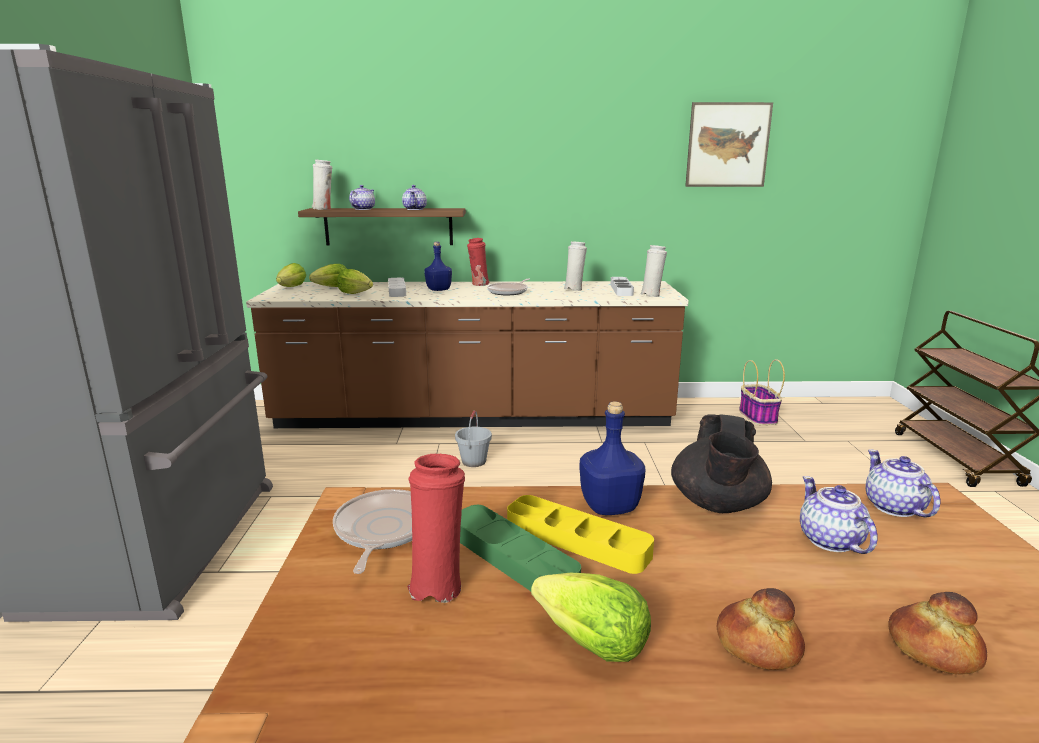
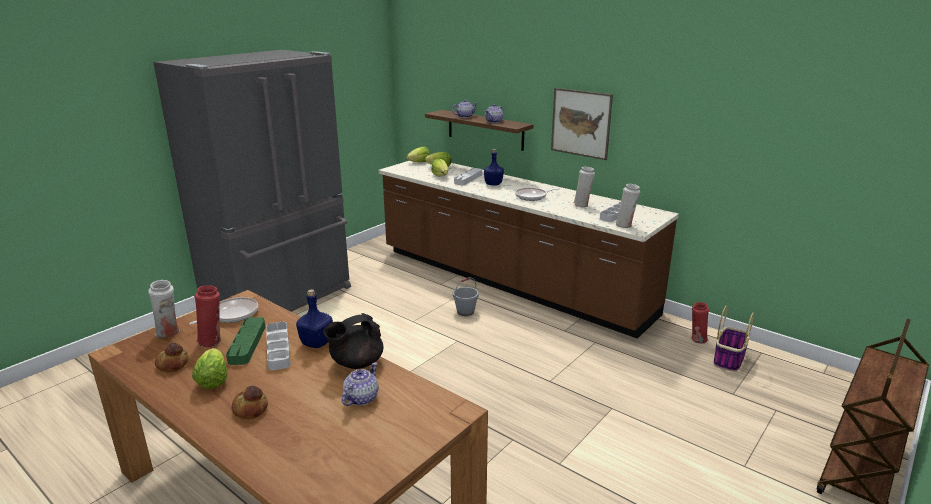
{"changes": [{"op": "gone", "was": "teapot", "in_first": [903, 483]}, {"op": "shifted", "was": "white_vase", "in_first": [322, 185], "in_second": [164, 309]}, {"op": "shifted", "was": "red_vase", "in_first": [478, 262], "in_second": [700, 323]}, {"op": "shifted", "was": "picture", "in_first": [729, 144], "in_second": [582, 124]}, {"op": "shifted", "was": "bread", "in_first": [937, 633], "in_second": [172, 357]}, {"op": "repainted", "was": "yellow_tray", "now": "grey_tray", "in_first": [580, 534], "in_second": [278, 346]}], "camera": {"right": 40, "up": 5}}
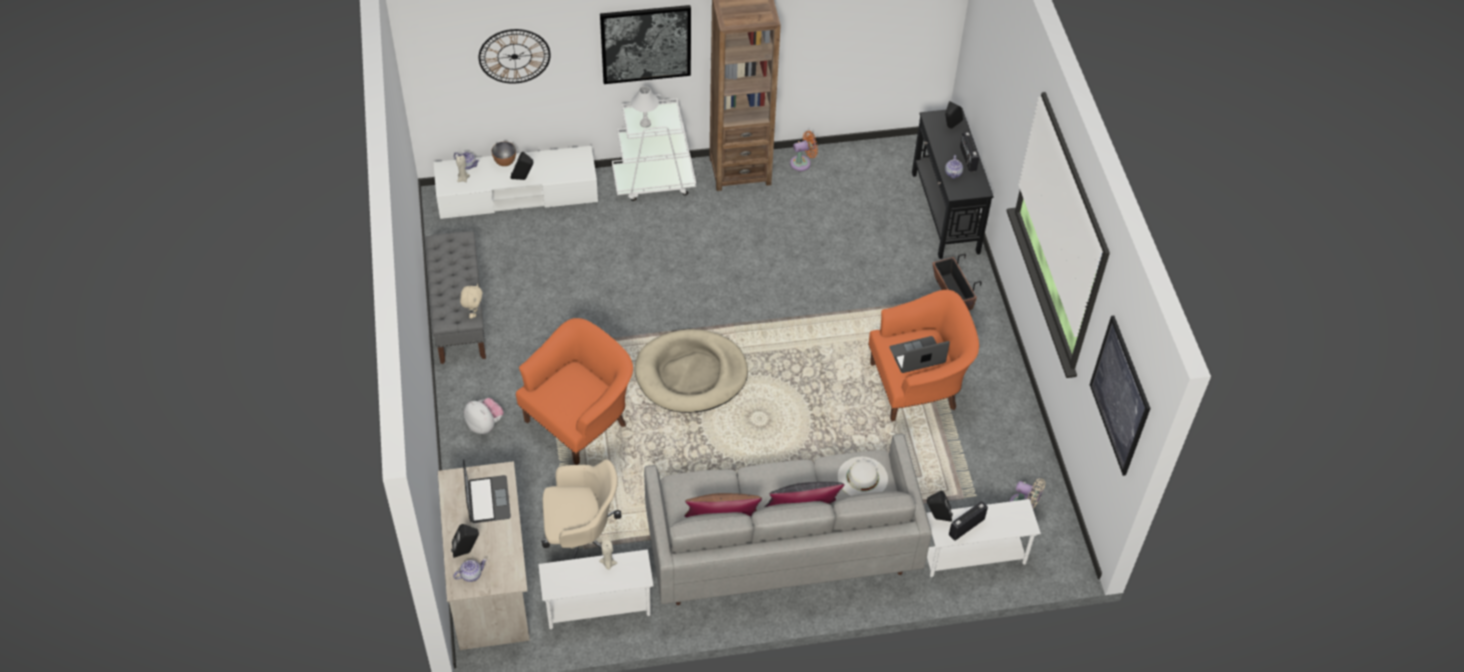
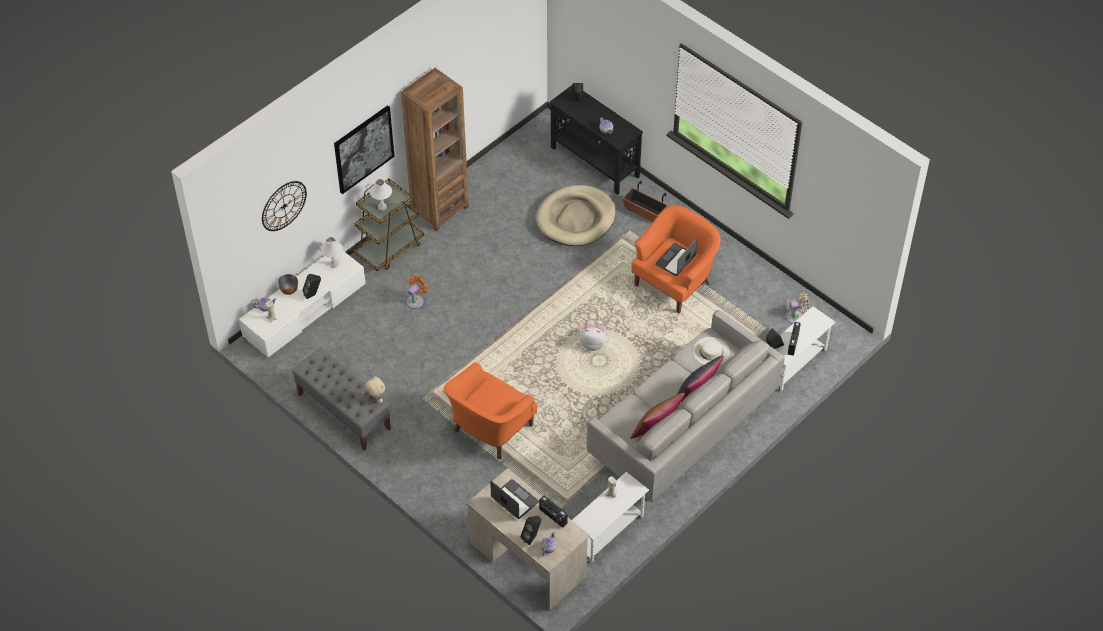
{"changes": [{"op": "gone", "was": "beige_office_chair", "in_first": [581, 509]}, {"op": "gone", "was": "picture", "in_first": [1120, 395]}, {"op": "new", "now": "white_table_lamp", "in_second": [332, 252]}, {"op": "shifted", "was": "plush_toy", "in_first": [484, 416], "in_second": [592, 337]}, {"op": "shifted", "was": "beige_dog_bed", "in_first": [691, 371], "in_second": [576, 215]}, {"op": "shifted", "was": "orange_fan", "in_first": [804, 151], "in_second": [417, 291]}, {"op": "shifted", "was": "radio", "in_first": [969, 152], "in_second": [553, 512]}, {"op": "repainted", "was": "white_cart", "now": "brown_cart", "in_first": [654, 148], "in_second": [388, 225]}, {"op": "rotated", "was": "orange_armchair", "in_first": [574, 391], "in_second": [490, 410], "clockwise": -150}], "camera": {"right": -35, "up": 0}}
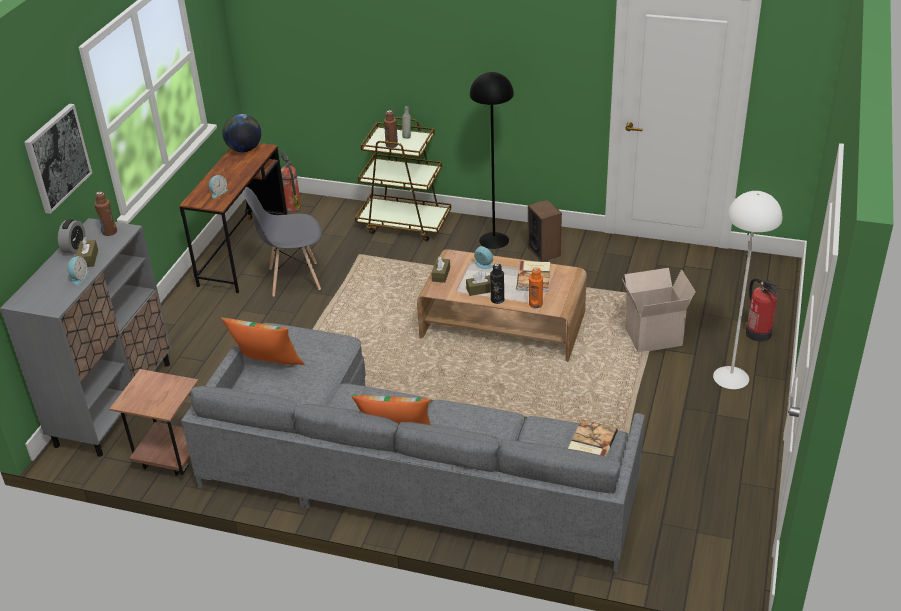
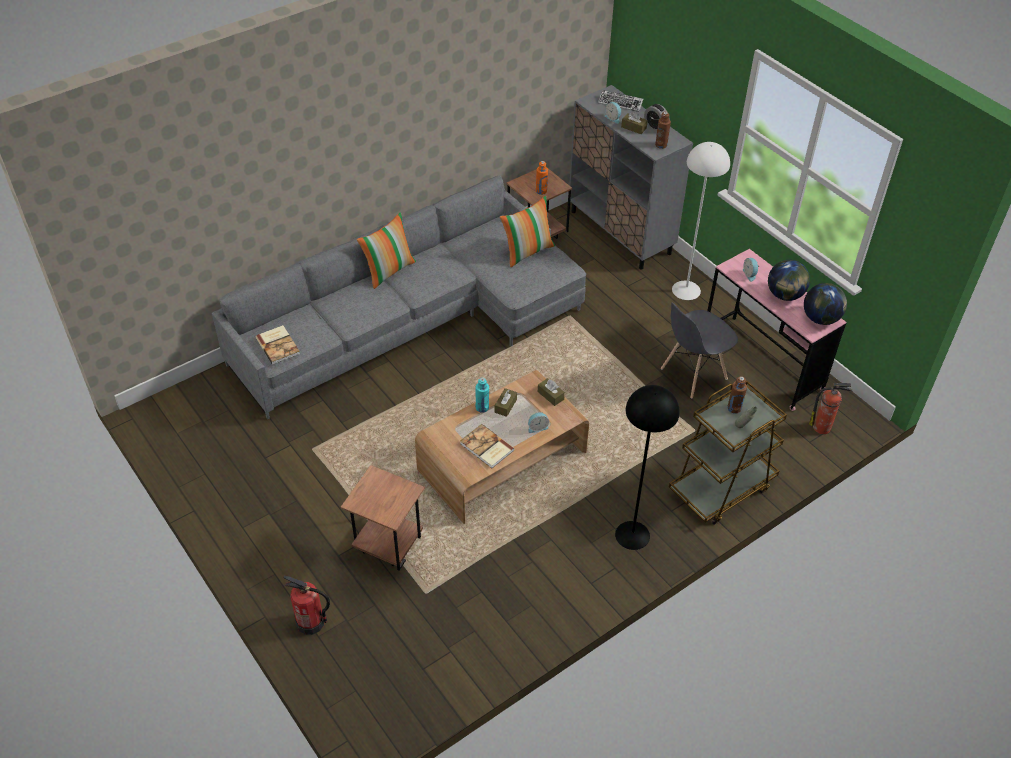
{"changes": [{"op": "gone", "was": "picture", "in_first": [58, 159]}, {"op": "gone", "was": "speaker", "in_first": [545, 230]}, {"op": "new", "now": "keyboard", "in_second": [620, 101]}, {"op": "new", "now": "globe", "in_second": [789, 280]}, {"op": "shifted", "was": "orange_bottle", "in_first": [536, 287], "in_second": [542, 178]}, {"op": "shifted", "was": "white_floor_lamp", "in_first": [747, 290], "in_second": [701, 221]}, {"op": "swapped", "was": "cardboard_box", "now": "brown_side_table", "in_first": [659, 310], "in_second": [383, 518]}, {"op": "repainted", "was": "brown_desk", "now": "pink_desk", "in_first": [233, 218], "in_second": [776, 330]}, {"op": "repainted", "was": "black_bottle", "now": "turquoise_bottle", "in_first": [497, 283], "in_second": [482, 395]}, {"op": "rotated", "was": "grey_chair", "in_first": [283, 242], "in_second": [699, 351], "clockwise": -150}], "camera": {"right": 125, "up": 10}}
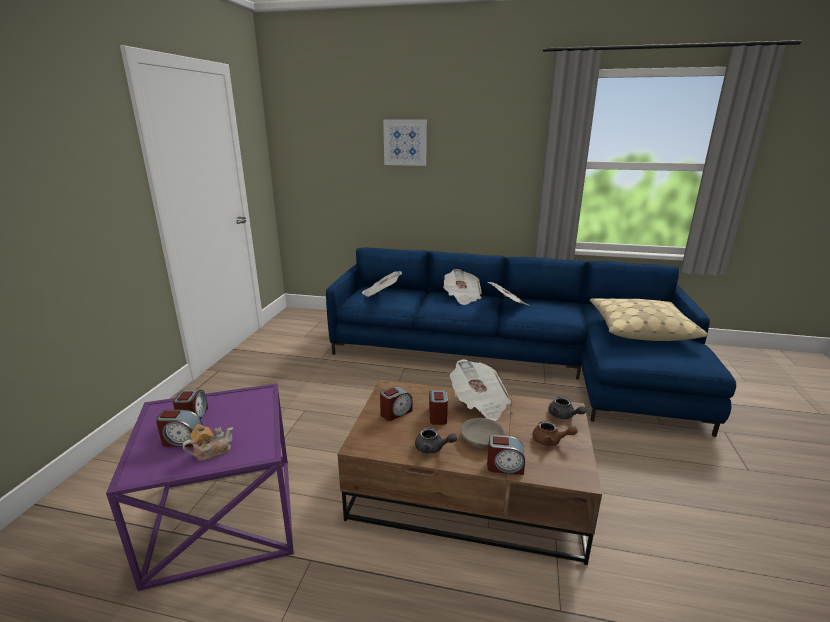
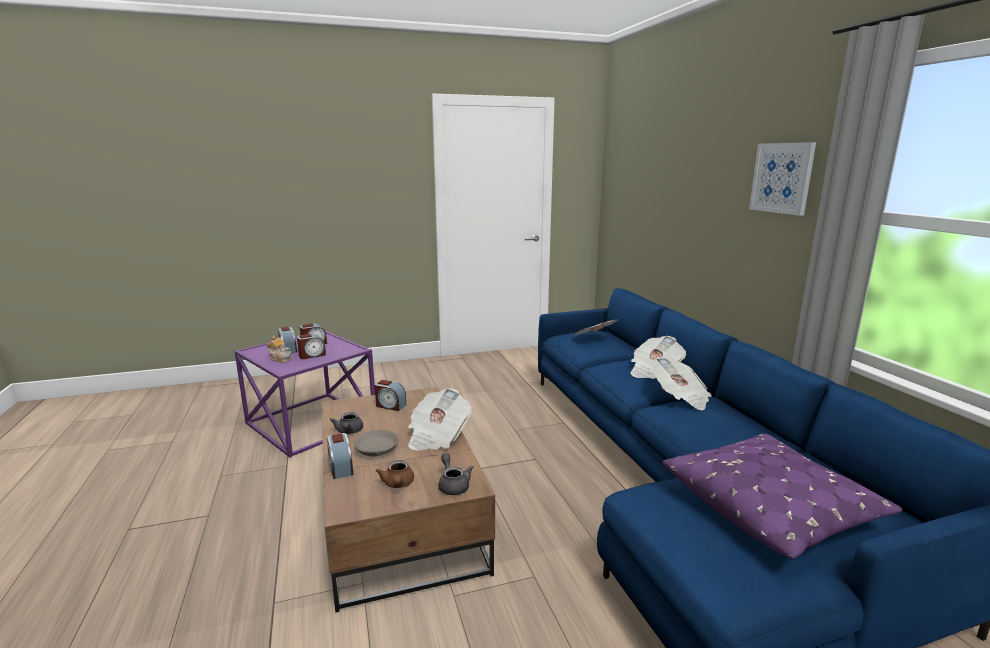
{"changes": [{"op": "shifted", "was": "picture", "in_first": [405, 142], "in_second": [782, 179]}, {"op": "shifted", "was": "alarm_clock", "in_first": [438, 407], "in_second": [311, 346]}, {"op": "repainted", "was": "beige_pillow", "now": "purple_pillow", "in_first": [649, 319], "in_second": [782, 496]}, {"op": "rotated", "was": "grey_teapot", "in_first": [567, 407], "in_second": [455, 474], "clockwise": 135}], "camera": {"right": 60, "up": -5}}
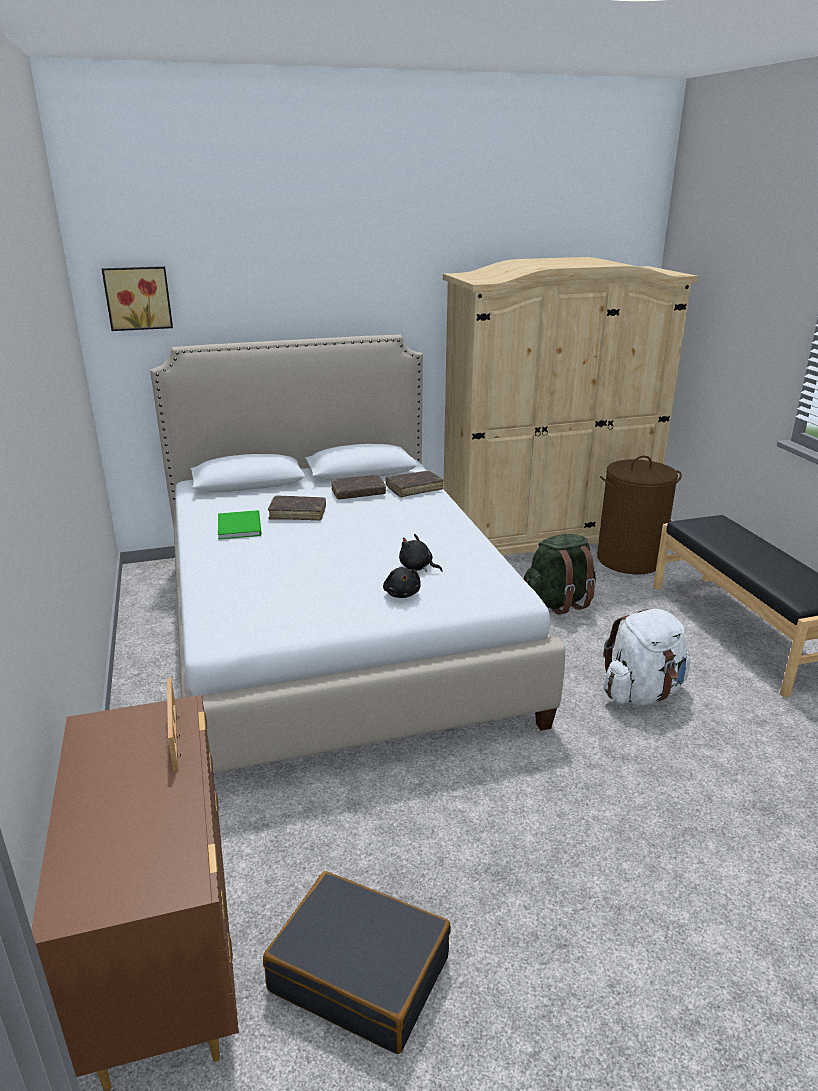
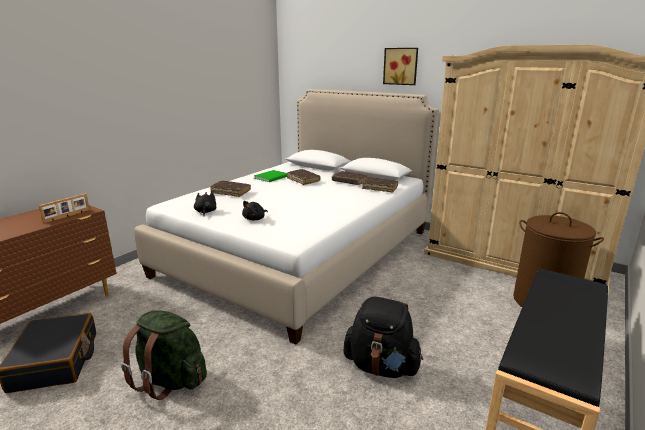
{"changes": [{"op": "new", "now": "brown_book", "in_second": [230, 189]}, {"op": "shifted", "was": "picture", "in_first": [137, 298], "in_second": [400, 66]}, {"op": "shifted", "was": "black_plush_toy", "in_first": [421, 553], "in_second": [205, 204]}, {"op": "shifted", "was": "green_backpack", "in_first": [560, 574], "in_second": [164, 355]}, {"op": "repainted", "was": "white_backpack", "now": "black_backpack", "in_first": [647, 657], "in_second": [383, 337]}], "camera": {"right": 50, "up": -5}}
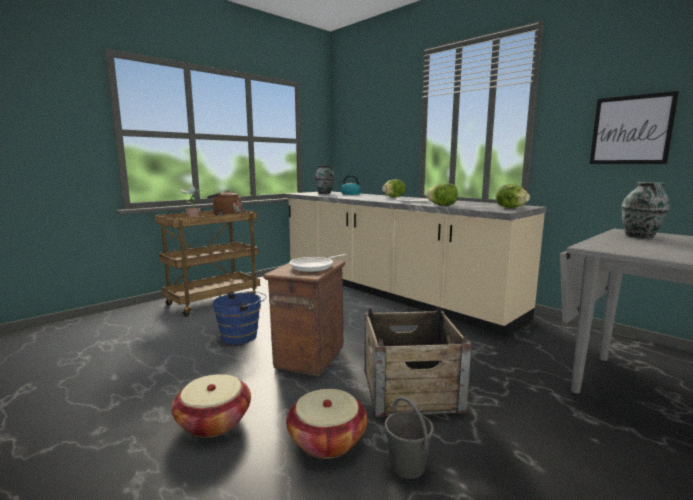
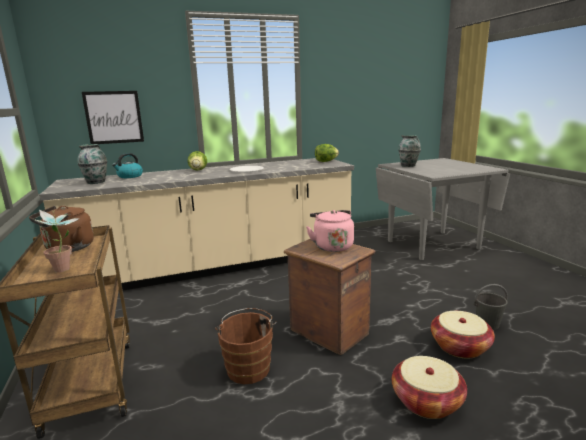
{"changes": [{"op": "gone", "was": "crate", "in_first": [417, 362]}, {"op": "gone", "was": "lettuce", "in_first": [442, 194]}, {"op": "shifted", "was": "picture", "in_first": [634, 127], "in_second": [113, 117]}, {"op": "swapped", "was": "frying_pan", "now": "pink_kettle", "in_first": [318, 263], "in_second": [330, 231]}, {"op": "repainted", "was": "blue_bucket", "now": "brown_bucket", "in_first": [239, 317], "in_second": [245, 346]}], "camera": {"right": -65, "up": 5}}
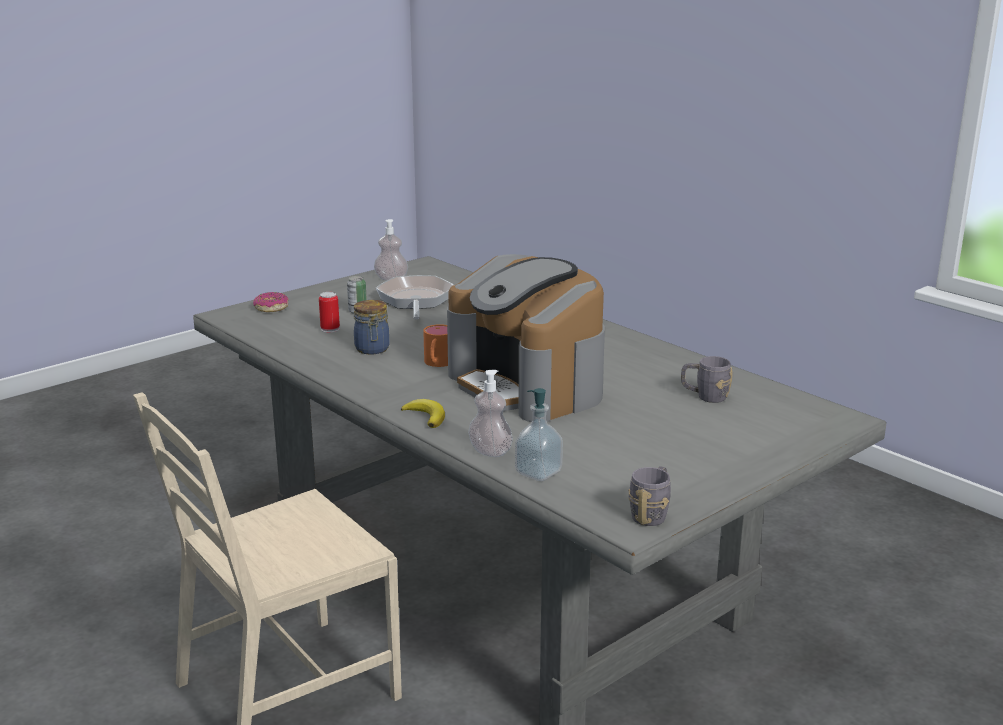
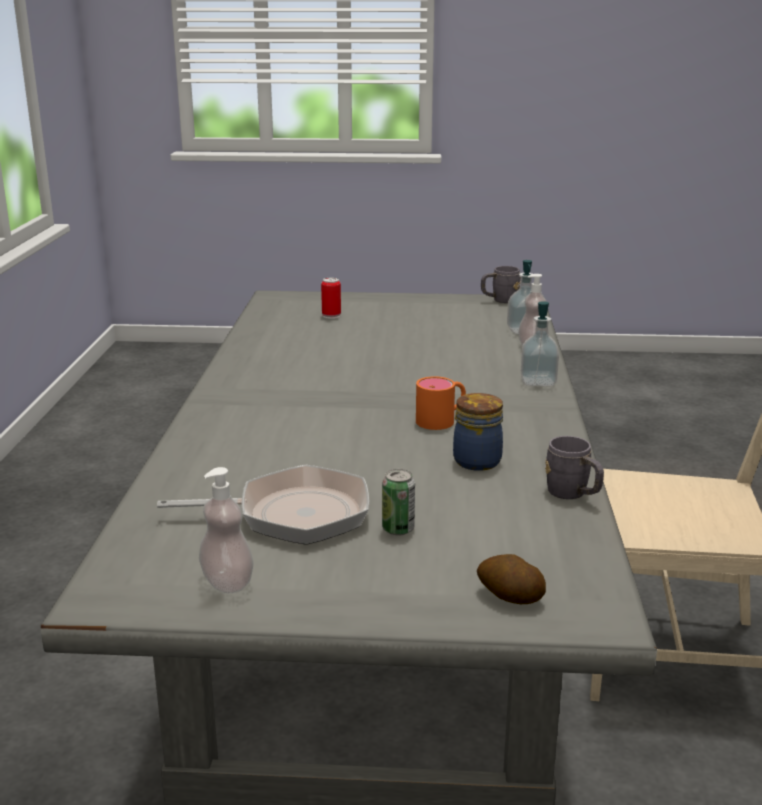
{"changes": [{"op": "gone", "was": "coffee_machine", "in_first": [526, 338]}, {"op": "shifted", "was": "can", "in_first": [329, 312], "in_second": [331, 298]}, {"op": "shifted", "was": "grey_mug", "in_first": [707, 379], "in_second": [574, 467]}, {"op": "swapped", "was": "donut", "now": "potato", "in_first": [271, 302], "in_second": [511, 579]}, {"op": "swapped", "was": "banana", "now": "soap_dispenser", "in_first": [423, 413], "in_second": [540, 343]}, {"op": "rotated", "was": "frying_pan", "in_first": [415, 297], "in_second": [263, 504], "clockwise": -135}], "camera": {"right": -135, "up": 0}}
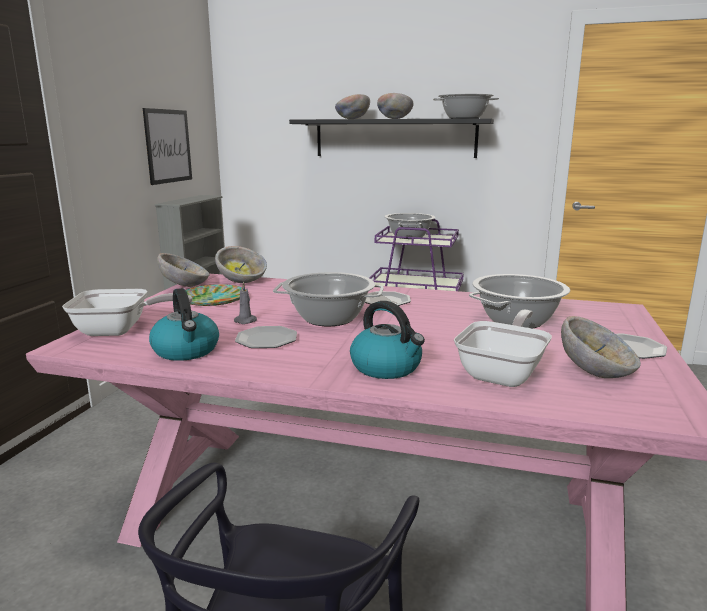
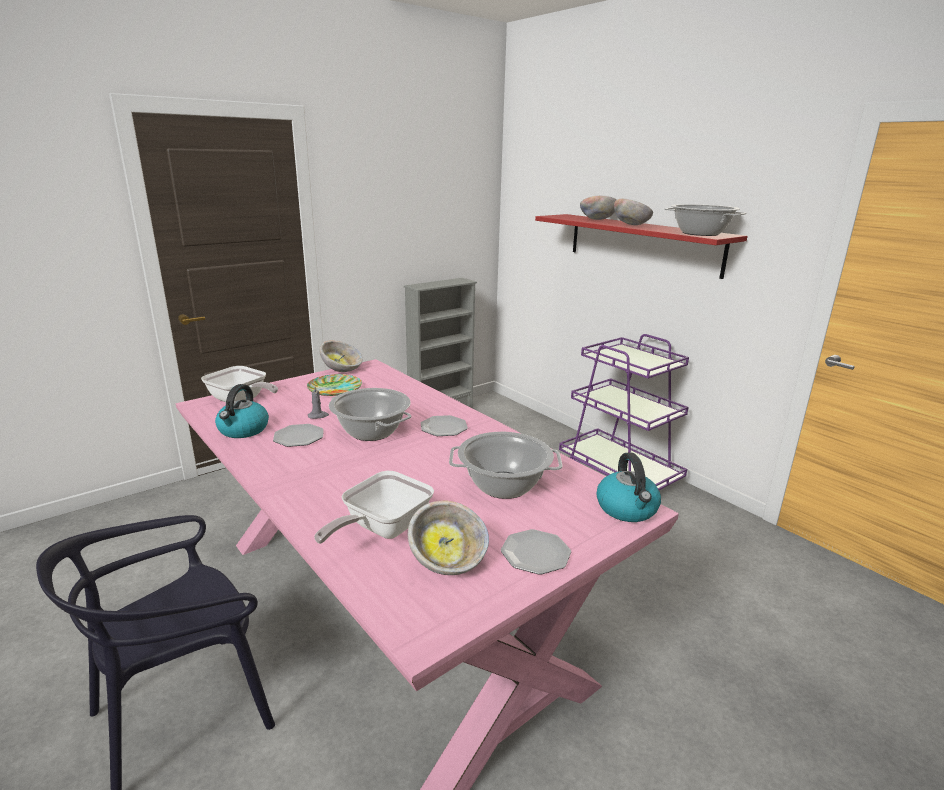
{"changes": [{"op": "gone", "was": "picture", "in_first": [167, 146]}, {"op": "gone", "was": "bowl", "in_first": [241, 264]}, {"op": "gone", "was": "cooking_pot", "in_first": [409, 226]}, {"op": "shifted", "was": "kettle", "in_first": [387, 340], "in_second": [629, 487]}, {"op": "repainted", "was": "black_shelf", "now": "red_shelf", "in_first": [391, 138], "in_second": [641, 246]}, {"op": "rotated", "was": "frying_pan", "in_first": [503, 348], "in_second": [374, 507], "clockwise": 150}], "camera": {"right": 35, "up": 5}}
